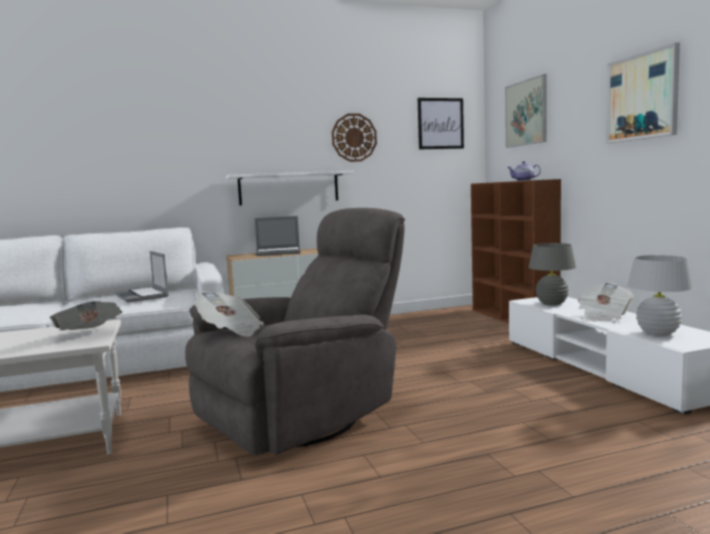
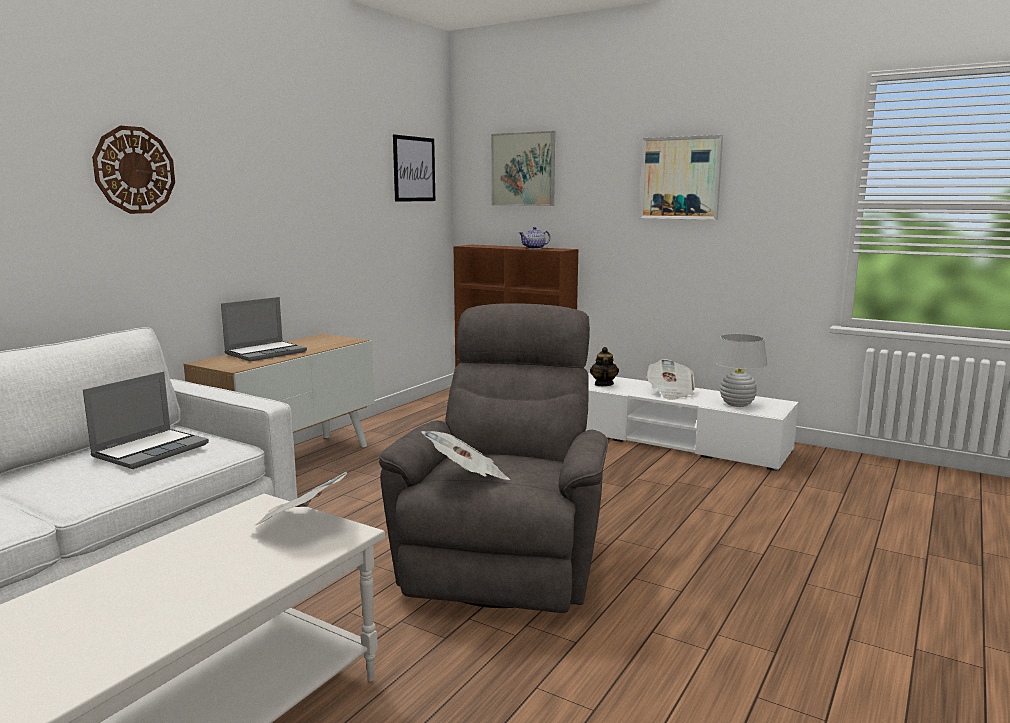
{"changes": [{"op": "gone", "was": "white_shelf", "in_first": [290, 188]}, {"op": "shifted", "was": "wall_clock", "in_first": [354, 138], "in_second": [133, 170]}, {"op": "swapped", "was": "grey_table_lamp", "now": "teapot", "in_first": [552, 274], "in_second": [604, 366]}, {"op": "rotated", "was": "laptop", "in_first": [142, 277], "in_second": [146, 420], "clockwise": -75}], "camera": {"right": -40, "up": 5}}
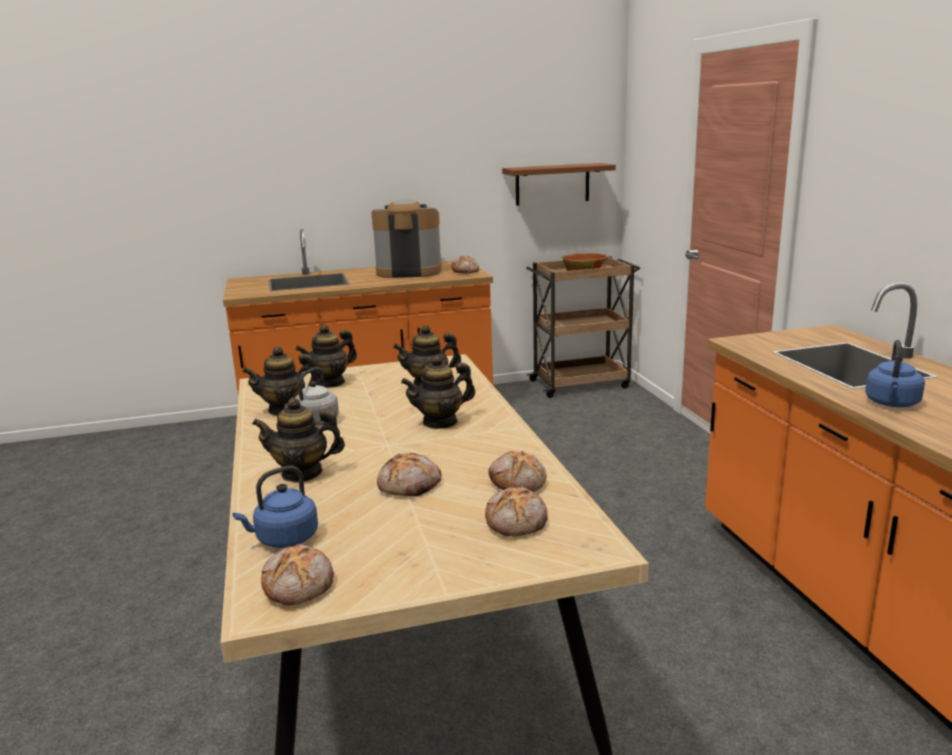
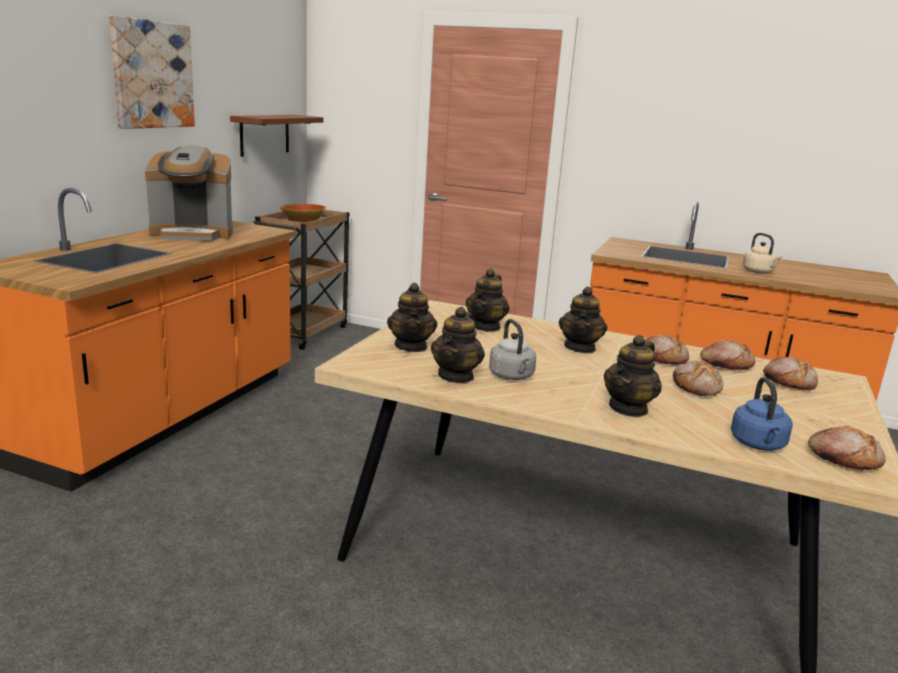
{"changes": [{"op": "new", "now": "picture", "in_second": [152, 72]}, {"op": "shifted", "was": "bread", "in_first": [465, 265], "in_second": [667, 349]}, {"op": "repainted", "was": "blue_kettle", "now": "beige_kettle", "in_first": [895, 373], "in_second": [762, 253]}, {"op": "rotated", "was": "coffee_machine", "in_first": [406, 238], "in_second": [189, 193], "clockwise": -135}], "camera": {"right": -55, "up": 0}}
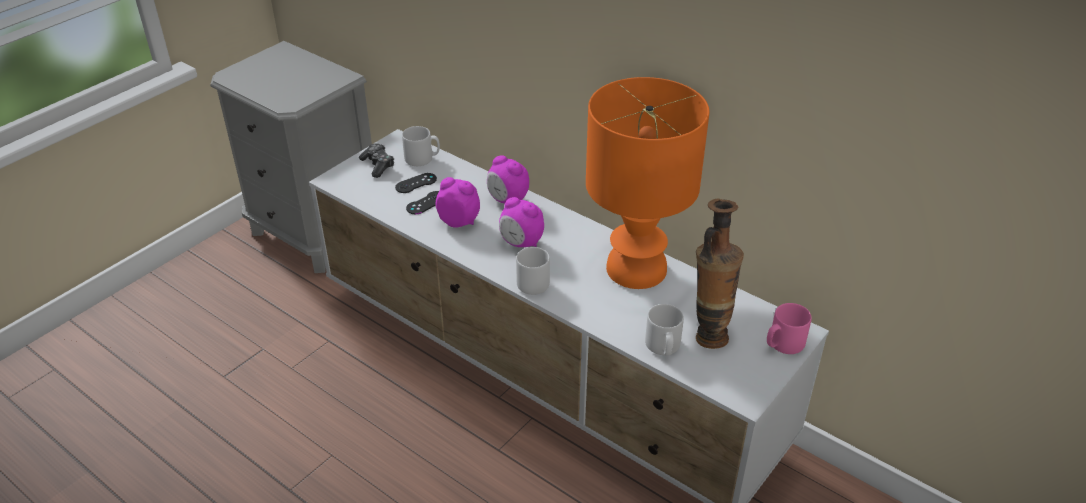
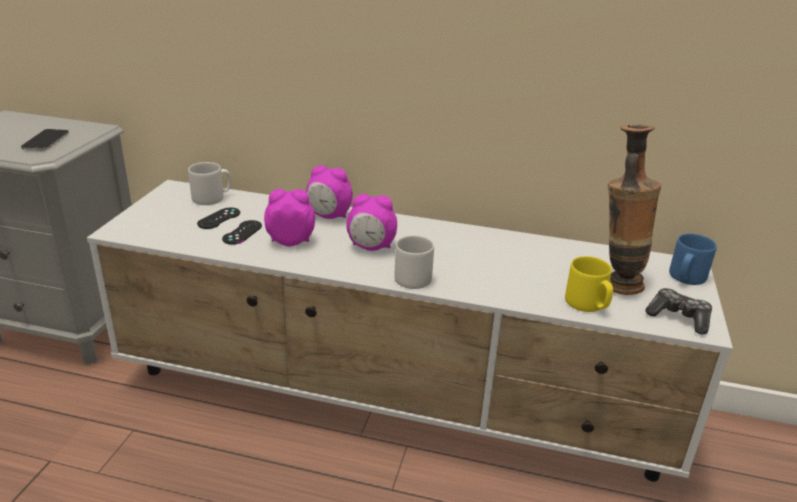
{"changes": [{"op": "gone", "was": "orange_table_lamp", "in_first": [648, 183]}, {"op": "new", "now": "phone", "in_second": [45, 139]}, {"op": "shifted", "was": "game_controller", "in_first": [376, 160], "in_second": [678, 311]}, {"op": "repainted", "was": "grey_mug", "now": "yellow_mug", "in_first": [664, 330], "in_second": [589, 284]}, {"op": "repainted", "was": "pink_mug", "now": "blue_mug", "in_first": [789, 328], "in_second": [693, 259]}], "camera": {"right": -25, "up": -10}}
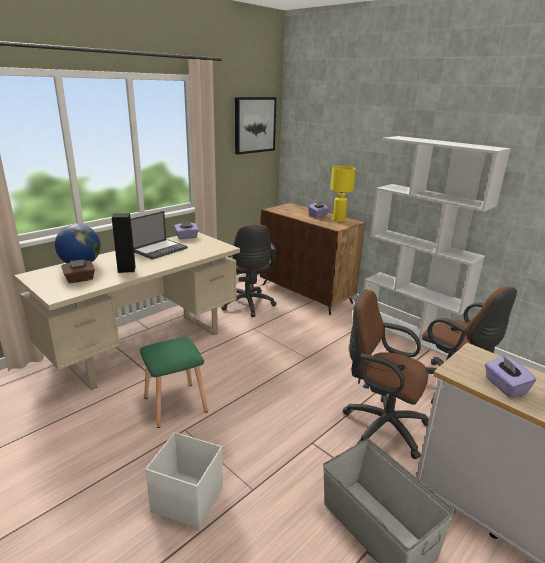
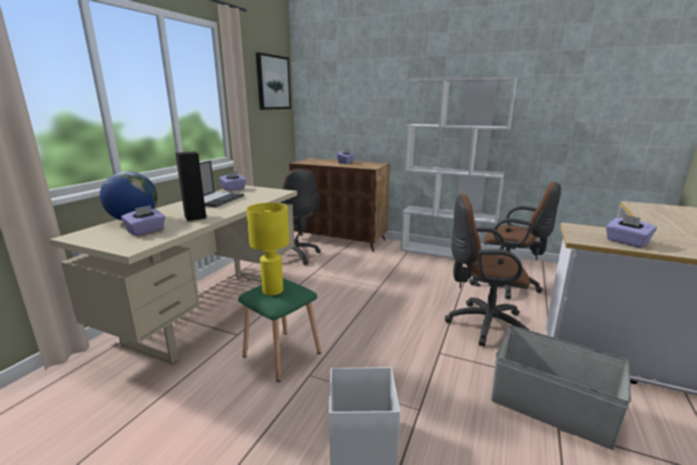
{"changes": [{"op": "shifted", "was": "yellow_table_lamp", "in_first": [343, 194], "in_second": [267, 249]}, {"op": "repainted", "was": "brown_tissue_box", "now": "purple_tissue_box", "in_first": [78, 271], "in_second": [143, 220]}], "camera": {"right": -20, "up": -5}}
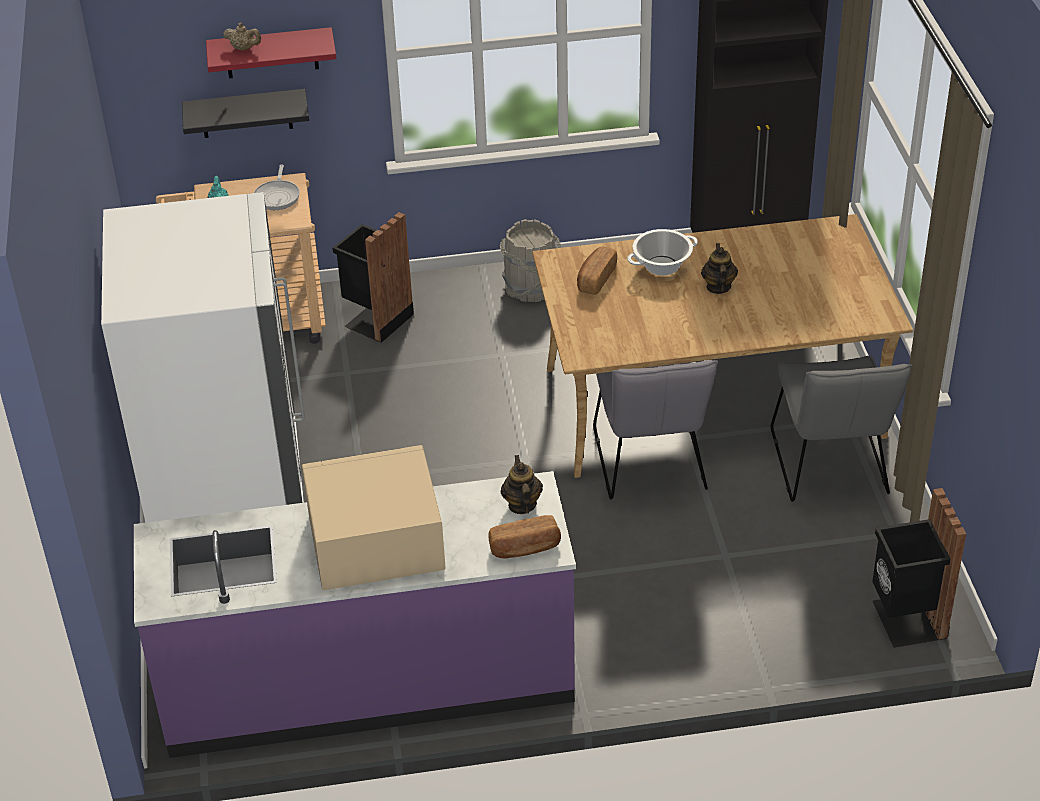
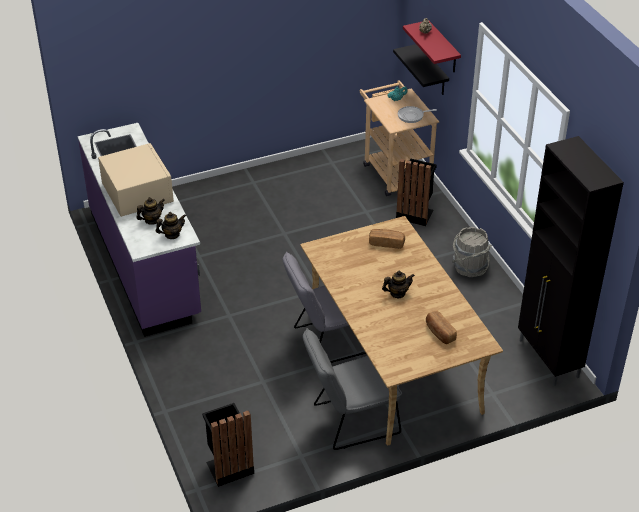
{"changes": [{"op": "gone", "was": "white_fridge", "in_first": [203, 357]}, {"op": "gone", "was": "cooking_pot", "in_first": [662, 252]}, {"op": "new", "now": "teapot", "in_second": [150, 211]}, {"op": "shifted", "was": "bread", "in_first": [524, 536], "in_second": [441, 327]}], "camera": {"right": 75, "up": 0}}
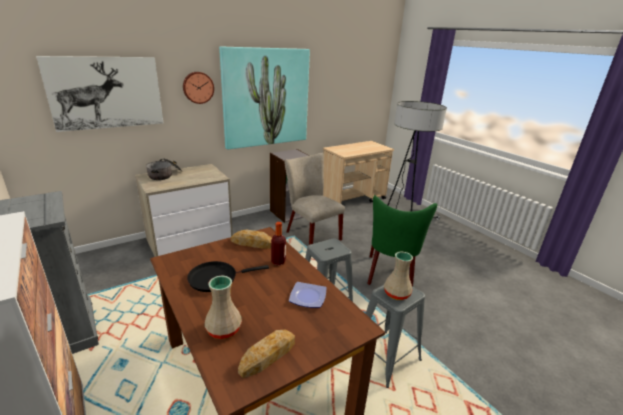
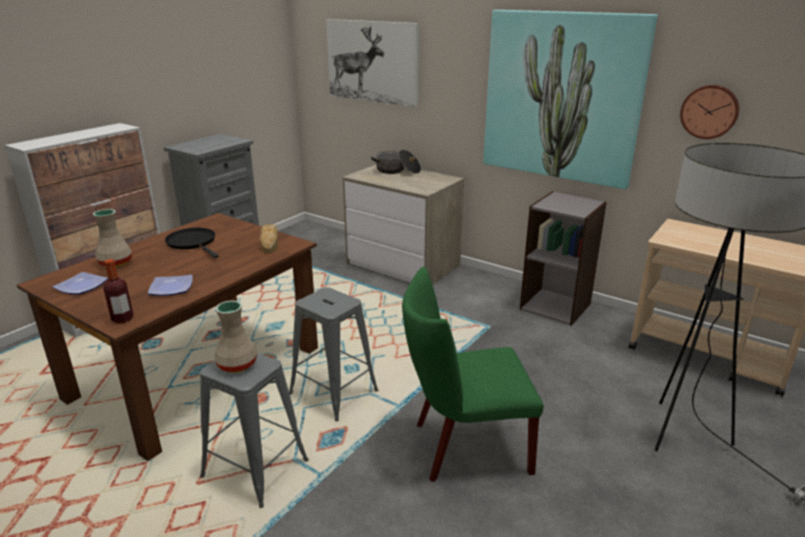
{"changes": [{"op": "gone", "was": "beige_chair", "in_first": [314, 199]}, {"op": "shifted", "was": "wall_clock", "in_first": [198, 88], "in_second": [709, 112]}, {"op": "shifted", "was": "bottle", "in_first": [278, 244], "in_second": [118, 291]}, {"op": "swapped", "was": "bread", "now": "plate", "in_first": [266, 354], "in_second": [80, 283]}], "camera": {"right": 70, "up": 0}}
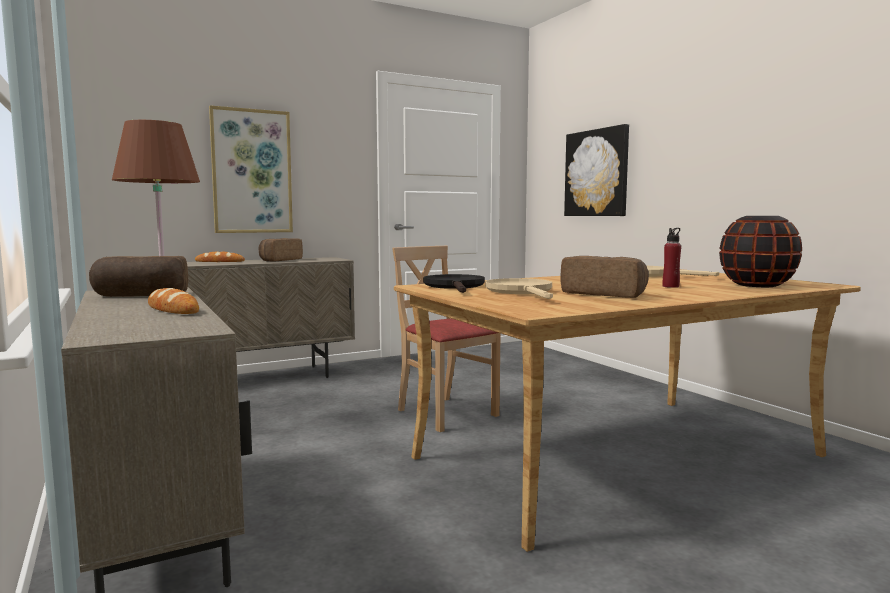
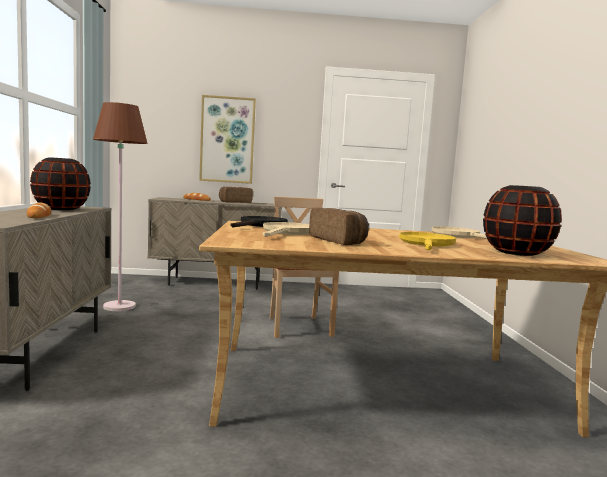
{"changes": [{"op": "gone", "was": "picture", "in_first": [596, 170]}, {"op": "swapped", "was": "bread", "now": "black_vase", "in_first": [138, 276], "in_second": [60, 183]}, {"op": "swapped", "was": "red_bottle", "now": "yellow_frying_pan", "in_first": [671, 258], "in_second": [427, 241]}], "camera": {"right": 25, "up": 0}}
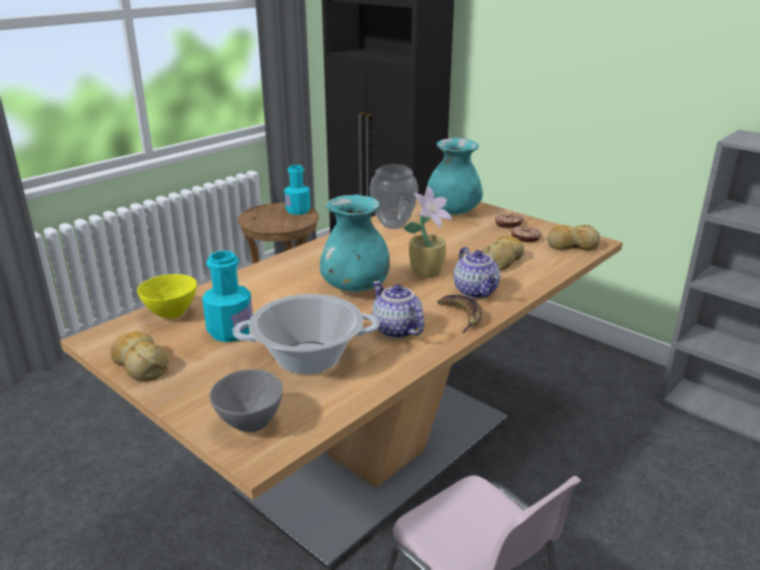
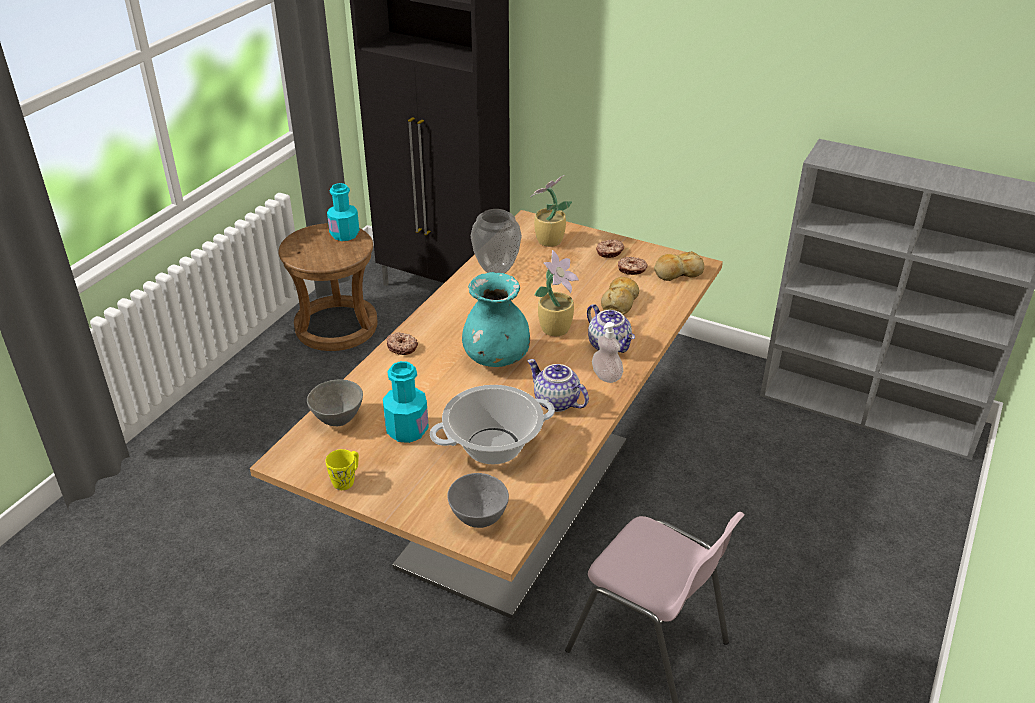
{"changes": [{"op": "new", "now": "donut", "in_second": [402, 343]}, {"op": "swapped", "was": "bread", "now": "yellow_mug", "in_first": [139, 356], "in_second": [342, 469]}, {"op": "swapped", "was": "turquoise_vase", "now": "potted_plant", "in_first": [454, 176], "in_second": [551, 211]}, {"op": "swapped", "was": "banana", "now": "soap_dispenser", "in_first": [460, 314], "in_second": [607, 352]}, {"op": "repainted", "was": "yellow_bowl", "now": "grey_bowl", "in_first": [167, 296], "in_second": [335, 402]}], "camera": {"right": -15, "up": 10}}
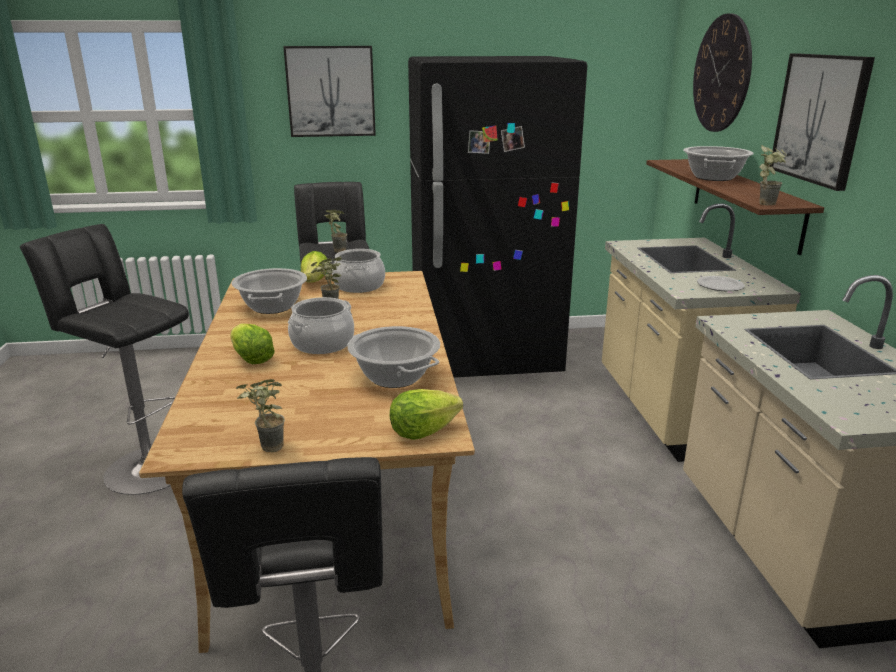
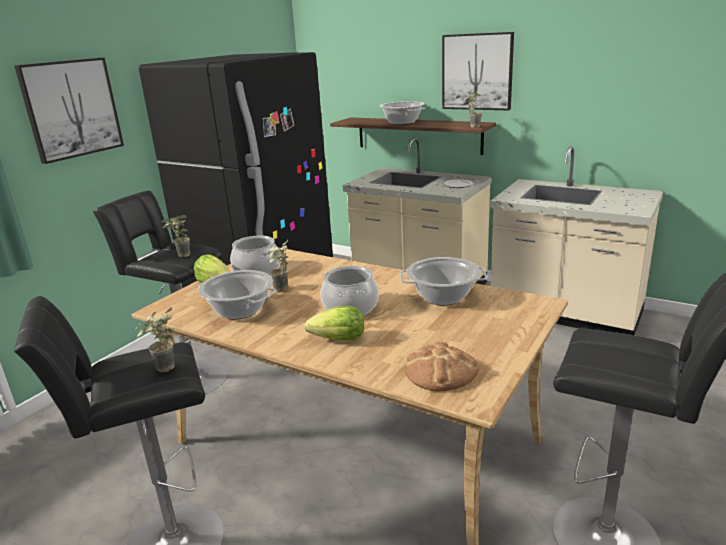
{"changes": [{"op": "gone", "was": "lettuce", "in_first": [426, 414]}, {"op": "gone", "was": "wall_clock", "in_first": [722, 72]}, {"op": "new", "now": "bread", "in_second": [442, 366]}, {"op": "shifted", "was": "potted_plant", "in_first": [260, 415], "in_second": [155, 339]}], "camera": {"right": -50, "up": 0}}
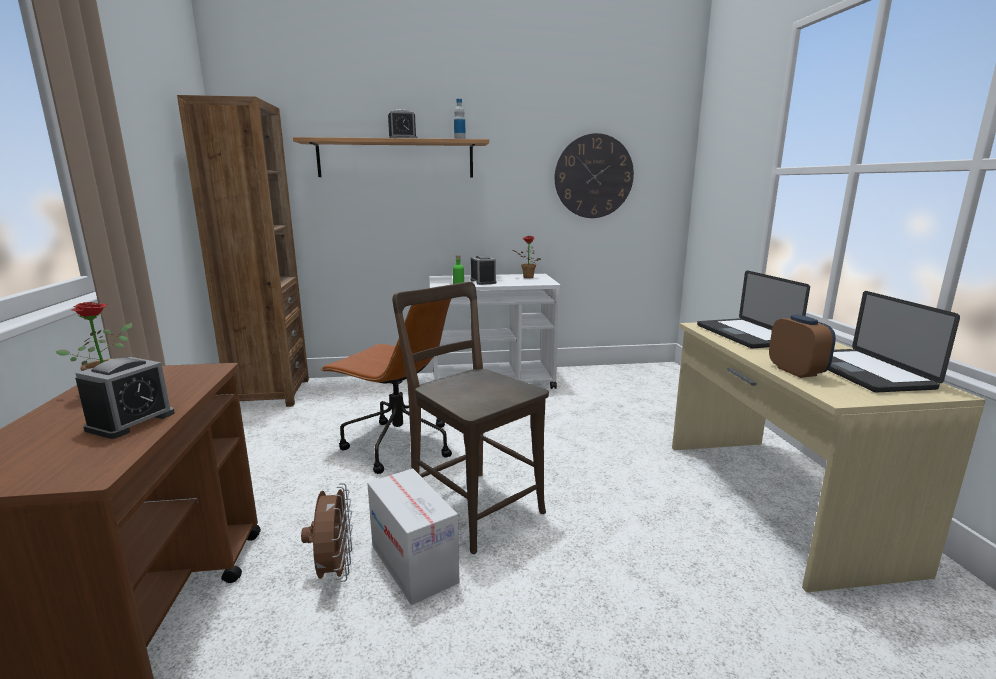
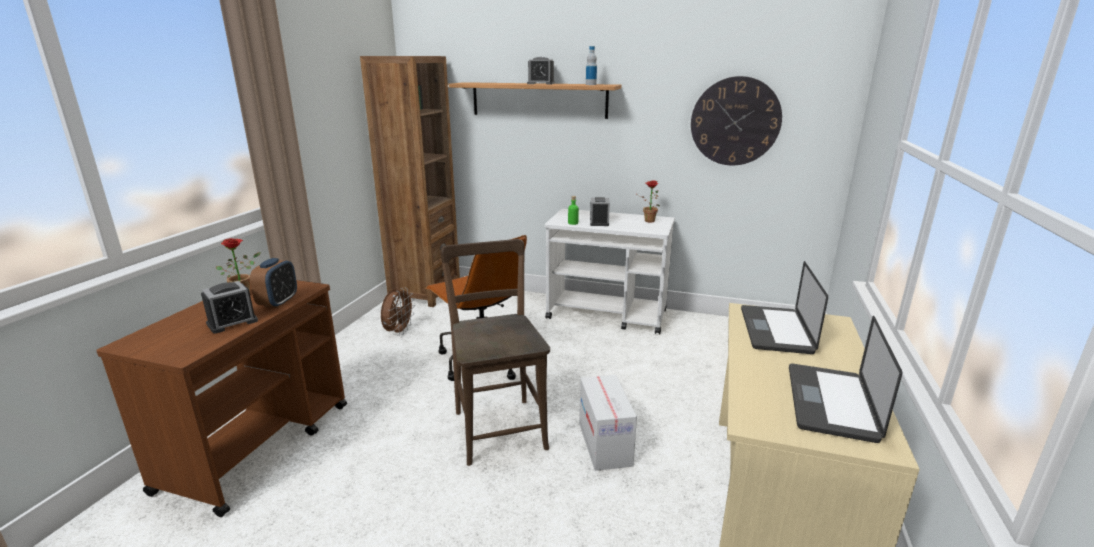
{"changes": [{"op": "shifted", "was": "brown_fan", "in_first": [327, 532], "in_second": [398, 311]}, {"op": "shifted", "was": "cardboard_box", "in_first": [413, 536], "in_second": [608, 423]}, {"op": "shifted", "was": "alarm_clock", "in_first": [802, 346], "in_second": [273, 283]}], "camera": {"right": 25, "up": 5}}
